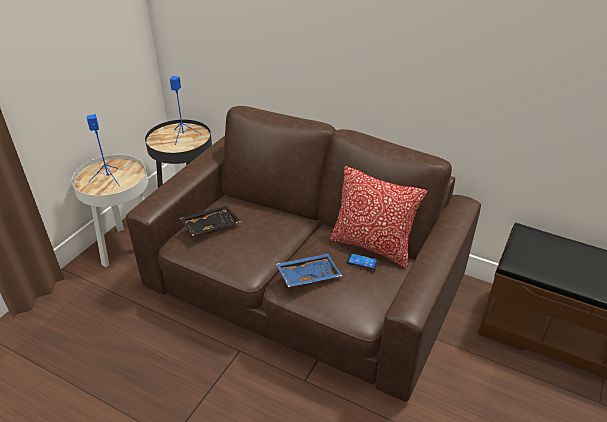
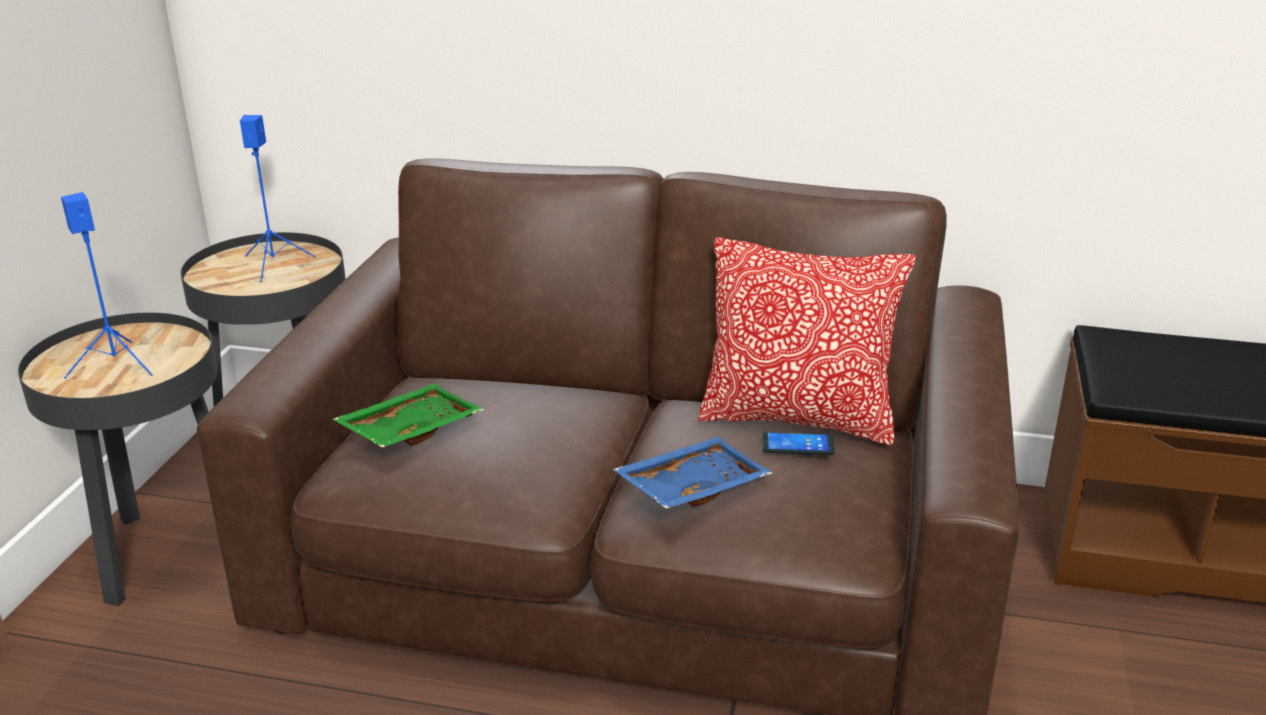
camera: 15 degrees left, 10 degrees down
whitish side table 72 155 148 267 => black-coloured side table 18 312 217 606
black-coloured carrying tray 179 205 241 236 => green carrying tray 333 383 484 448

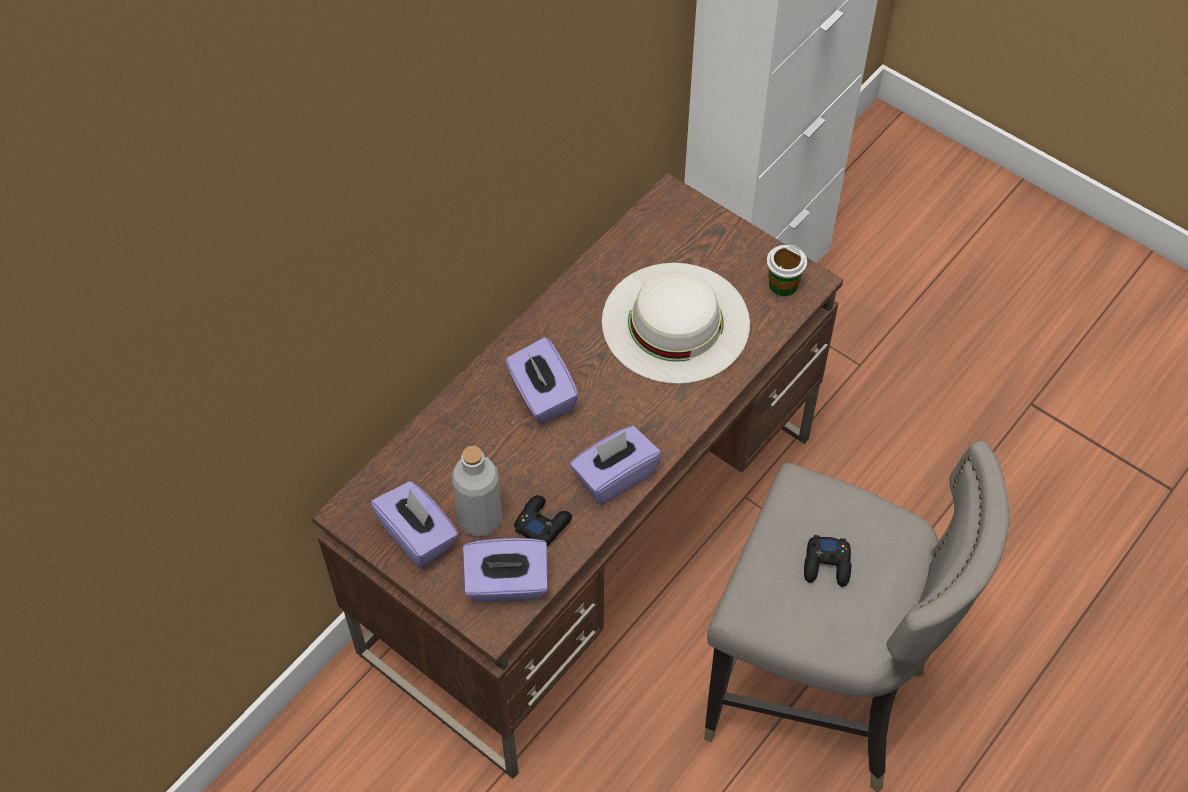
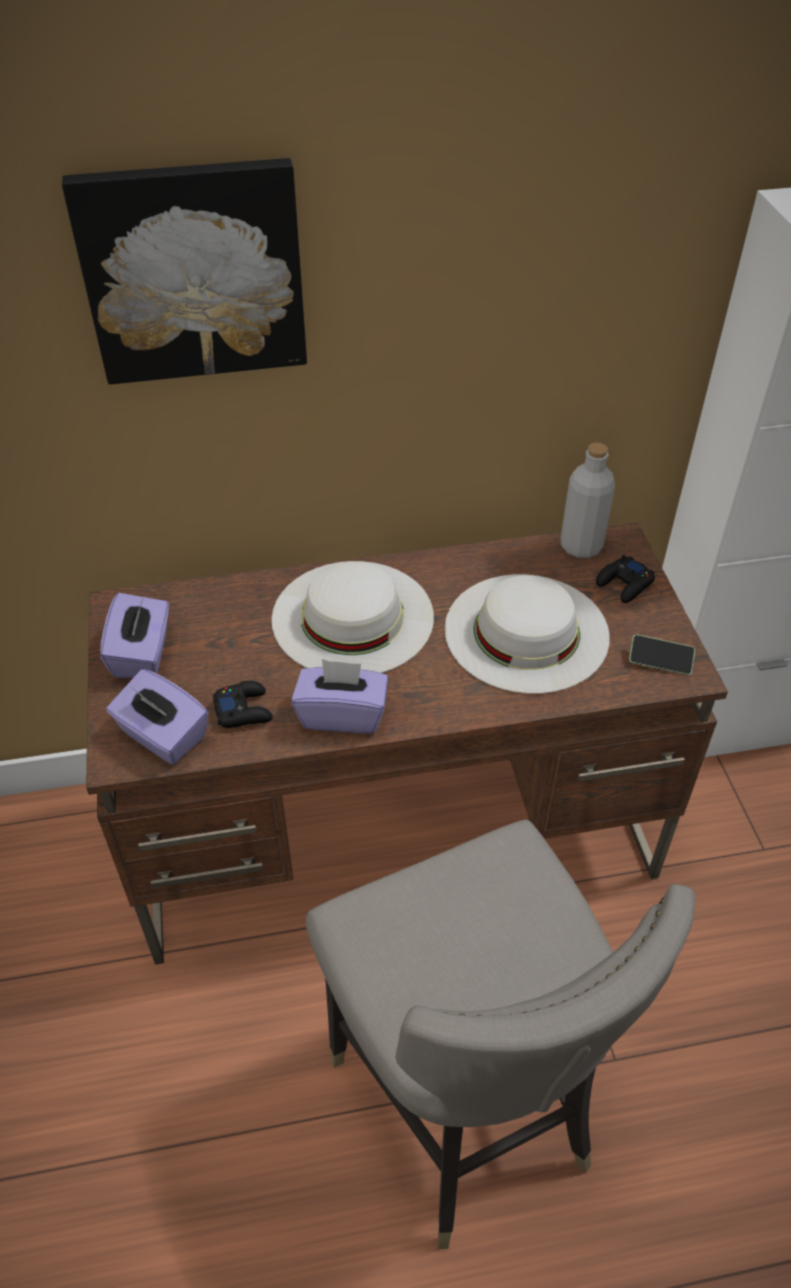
camera: 40 degrees right, 10 degrees down
drinking cup 767 245 807 296 => handset 629 634 695 675
purple tissue box 506 337 579 424 => whitish clothing hat 272 561 434 673
greyish beverage bottle 452 446 503 537 => greyish beverage bottle 561 443 615 558, move
black-coloured joypad 804 535 851 587 => black-coloured joypad 596 555 655 603, move
nothing => wall art 62 158 307 385

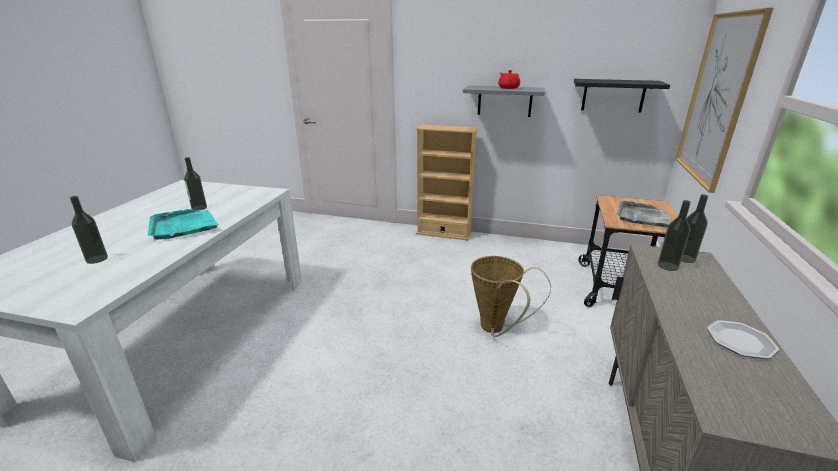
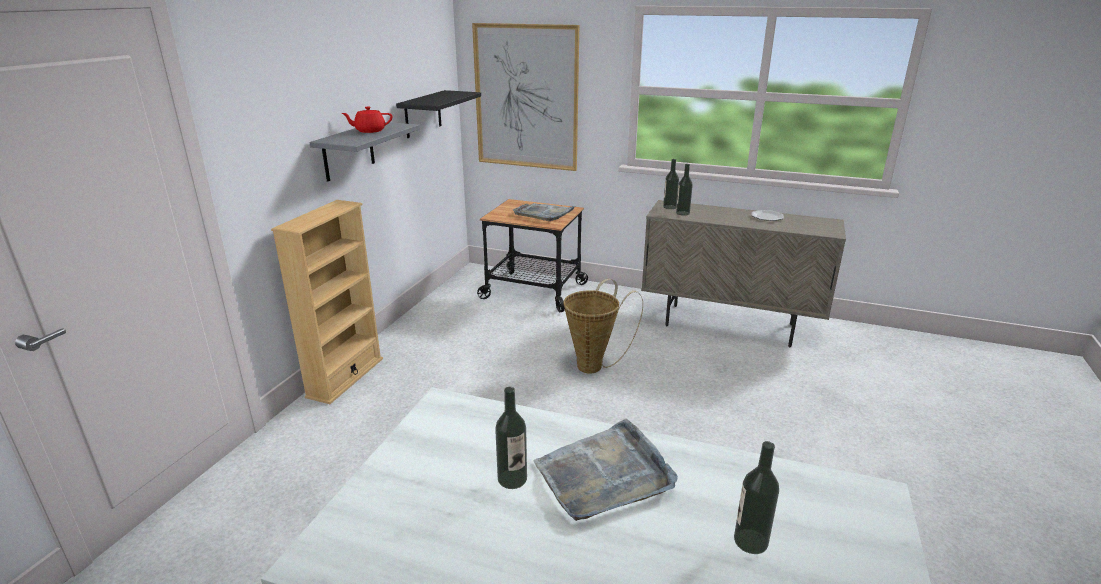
camera: 85 degrees left, 0 degrees up
blue-green carrying tray 148 209 219 240 => greyish carrying tray 533 419 678 521

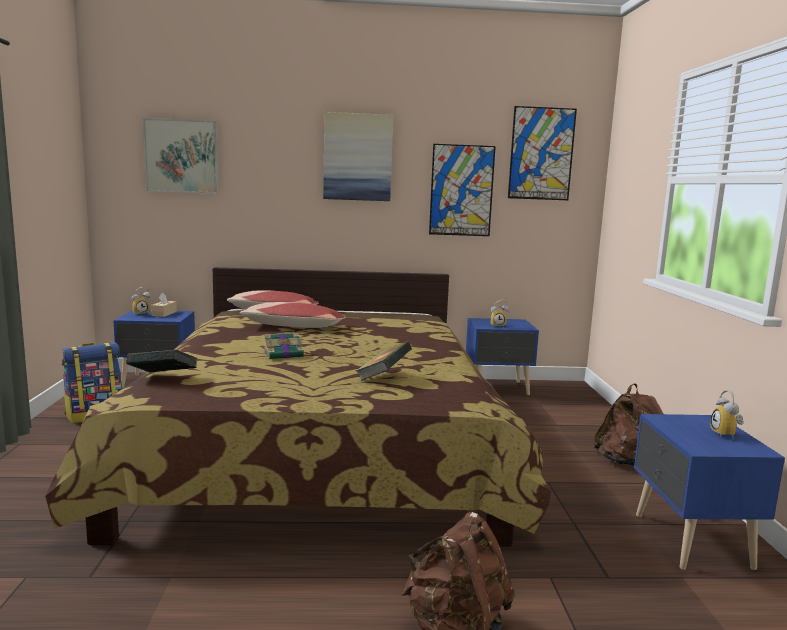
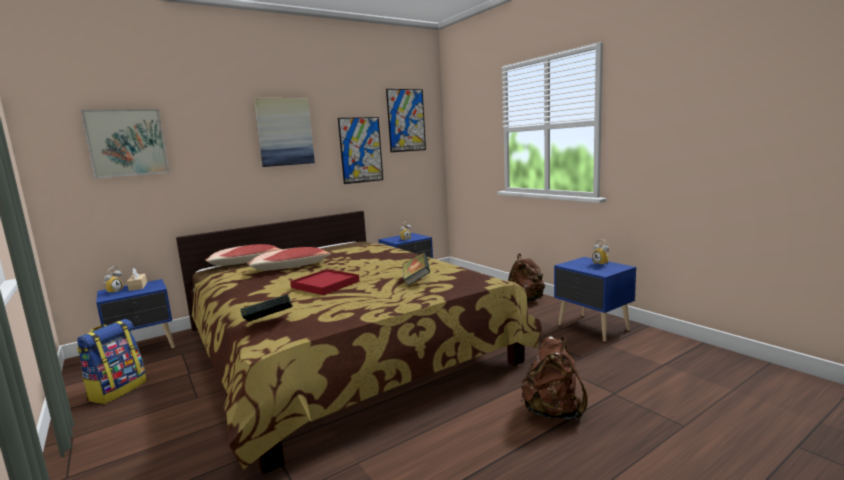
camera: 30 degrees left, 0 degrees up
book 264 333 309 359 => red-coloured carrying tray 290 269 359 295

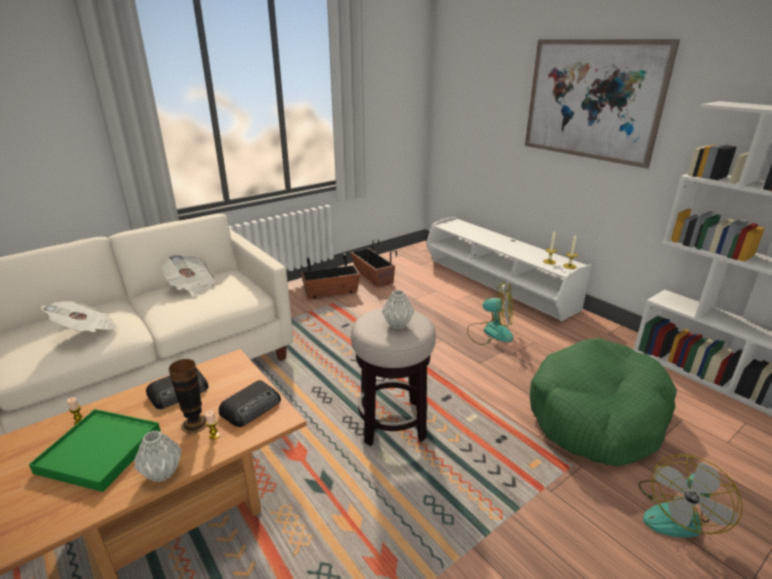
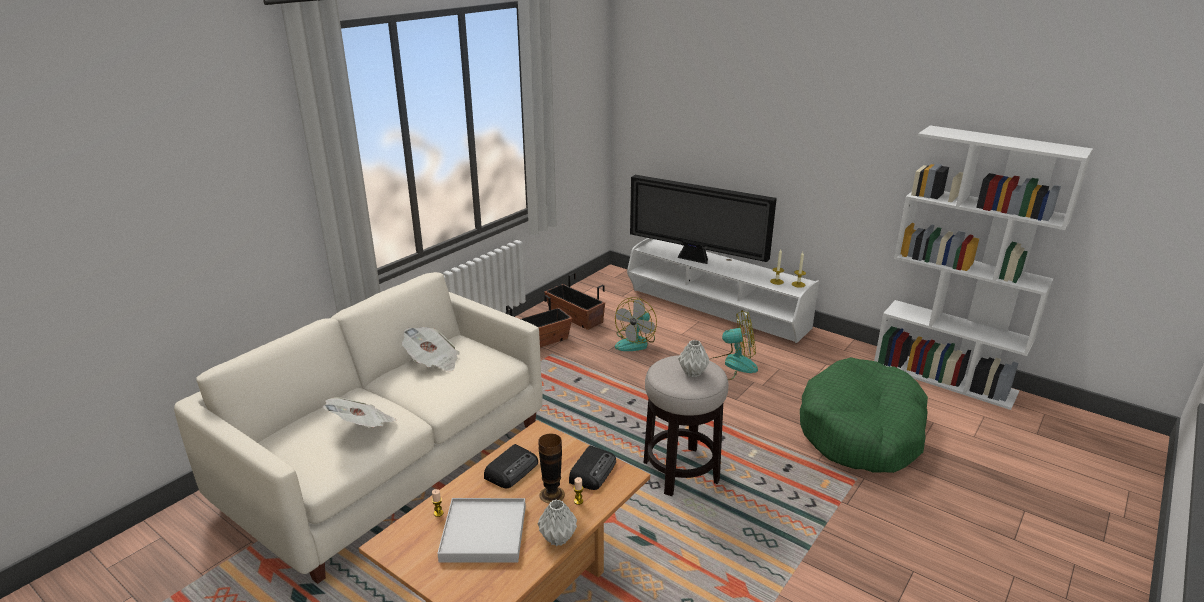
camera: 15 degrees left, 0 degrees up
wall art 525 39 680 169 => nothing
green carrying tray 29 409 161 492 => whitish carrying tray 437 498 526 563
electric fan 639 454 743 538 => electric fan 615 297 657 351, move
nothing => television 630 175 777 264

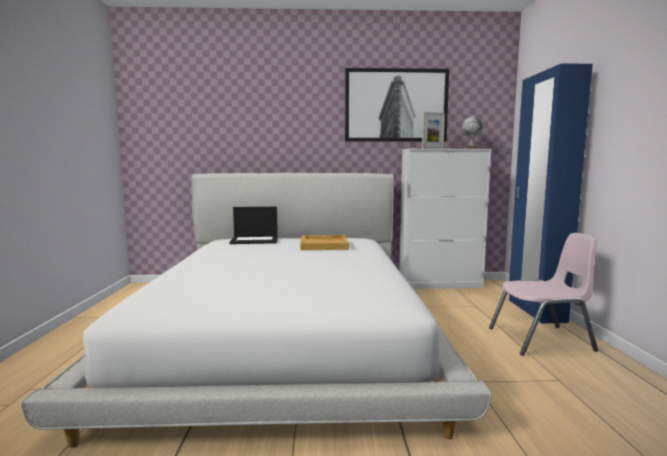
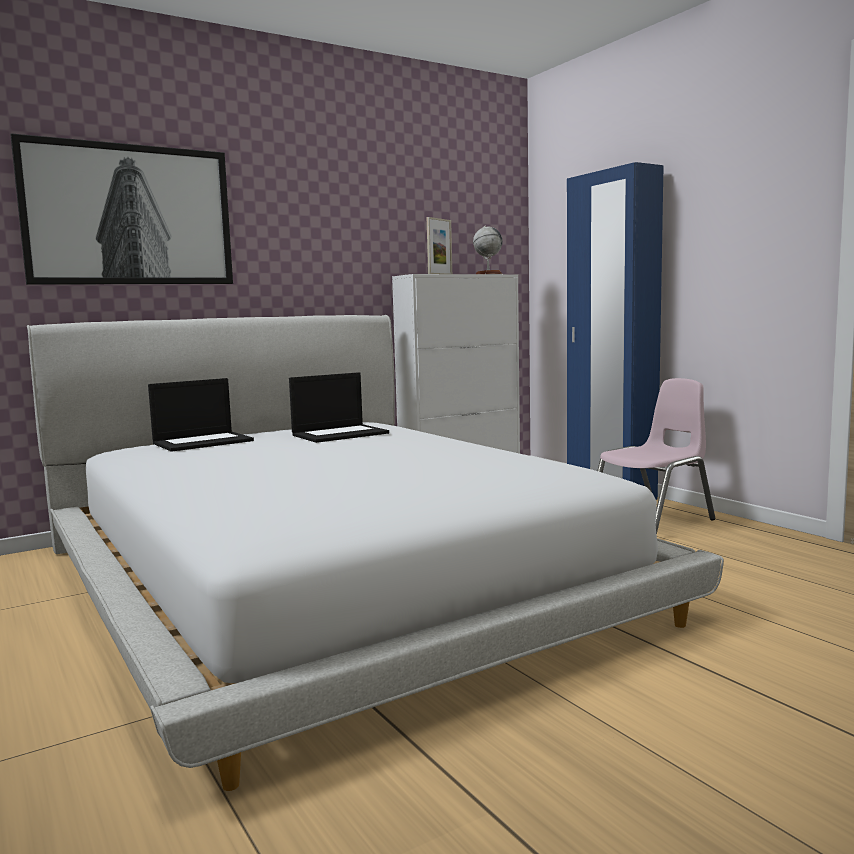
camera: 30 degrees left, 0 degrees up
wall art 345 68 449 142 => wall art 10 133 233 285, move
beige-coloured carrying tray 300 235 349 250 => notebook computer 289 372 389 443

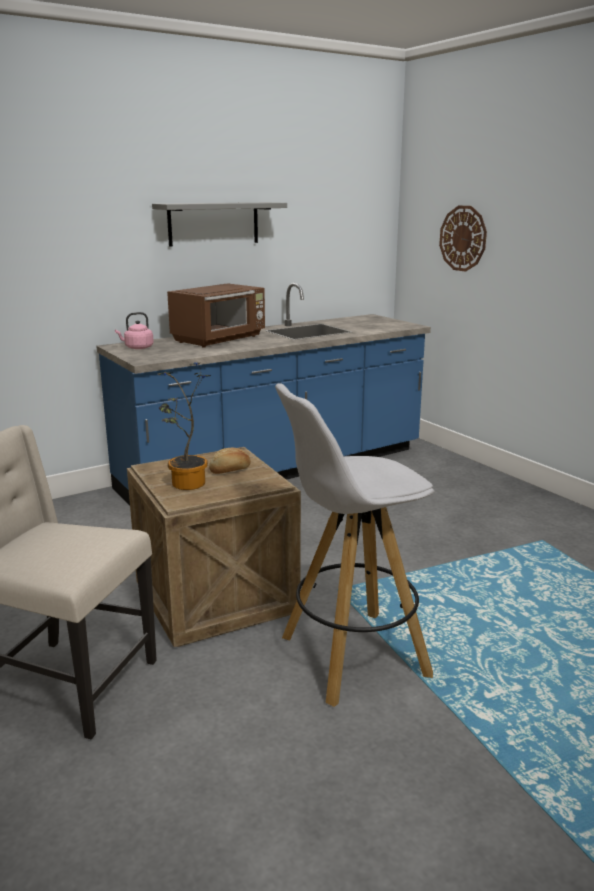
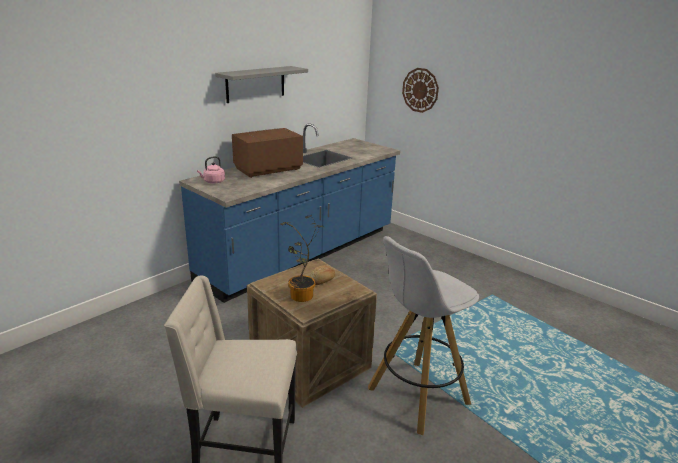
camera: 15 degrees left, 5 degrees up
brown kitchen microwave 167 283 265 348 => brown kitchen microwave 232 128 303 178, 150 degrees counterclockwise

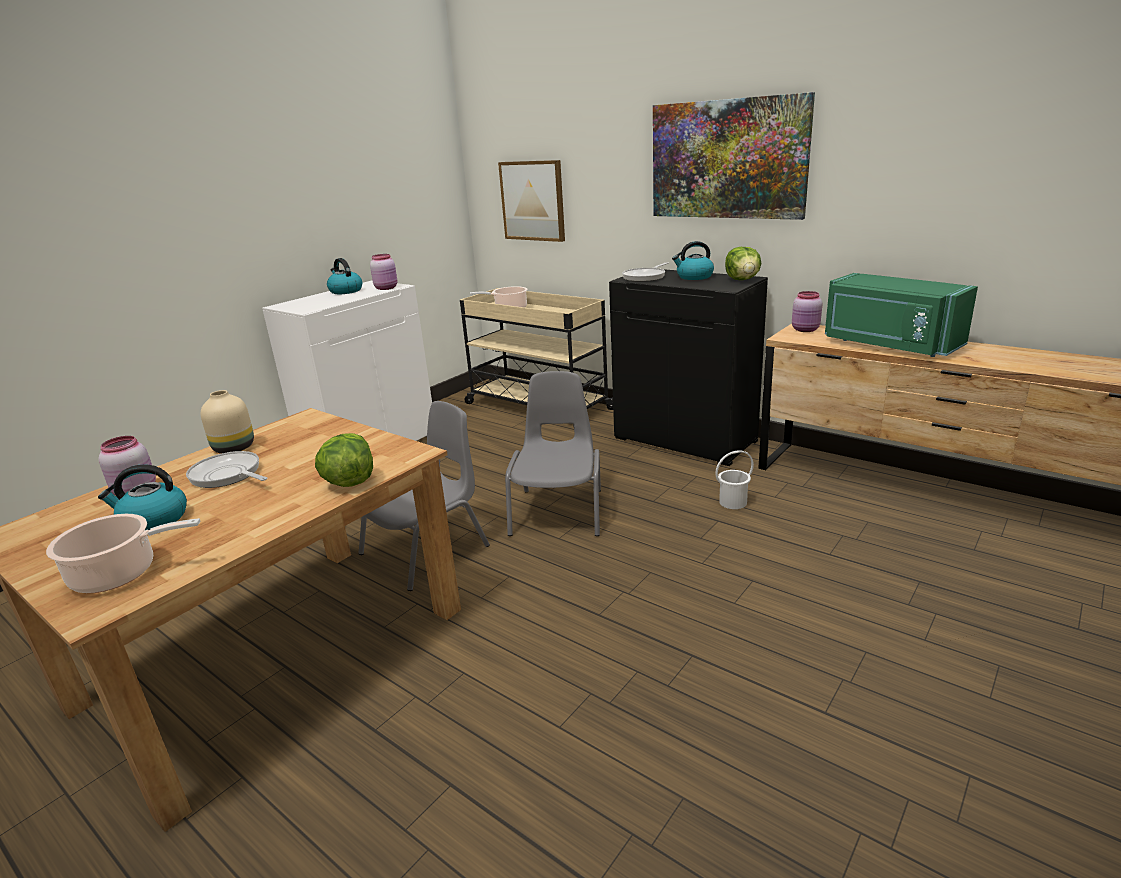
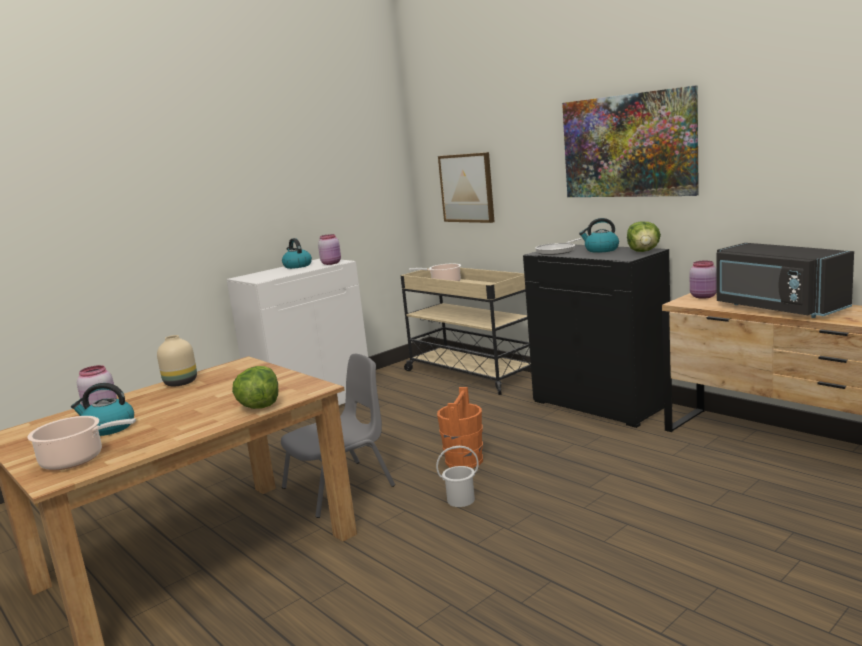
camera: 10 degrees right, 10 degrees down
green kitchen microwave 825 273 978 357 => black-coloured kitchen microwave 716 243 854 318
greyish chair 505 371 601 536 => orange-coloured pail 437 387 483 468
whitish pail 715 450 754 509 => whitish pail 436 446 479 507, move
frying pan 186 451 267 488 => nothing

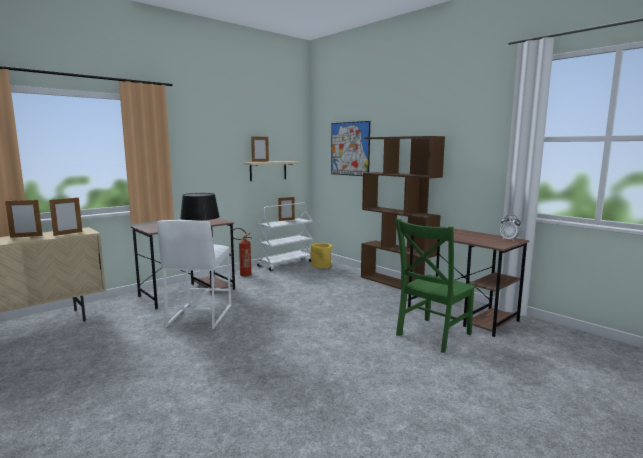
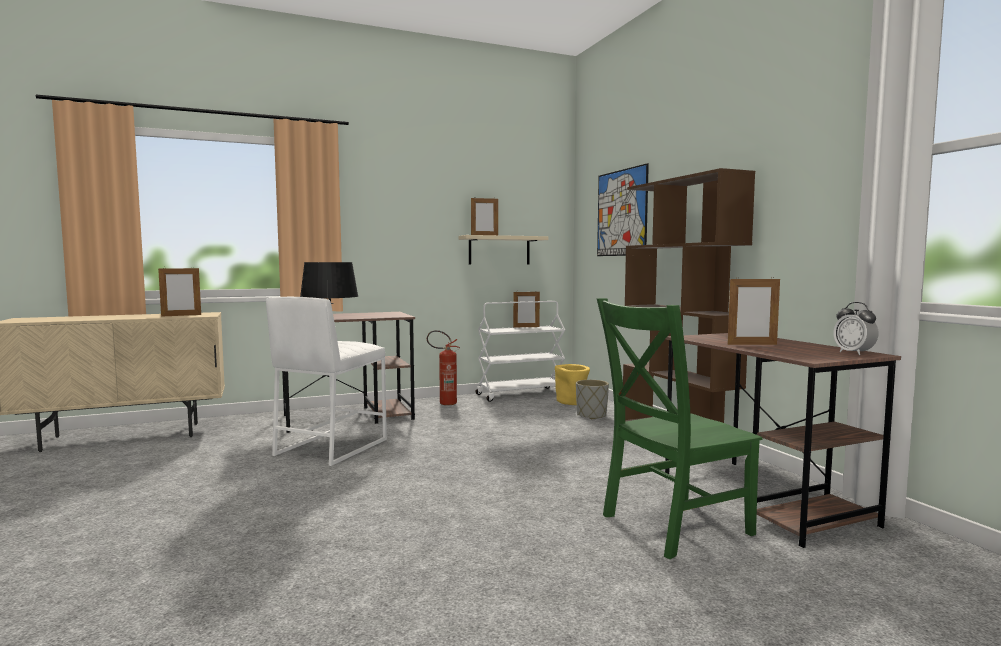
camera: 20 degrees right, 5 degrees down
standing frame 5 200 43 238 => standing frame 728 277 780 345, move
nothing => greyish plant pot 576 380 609 419

